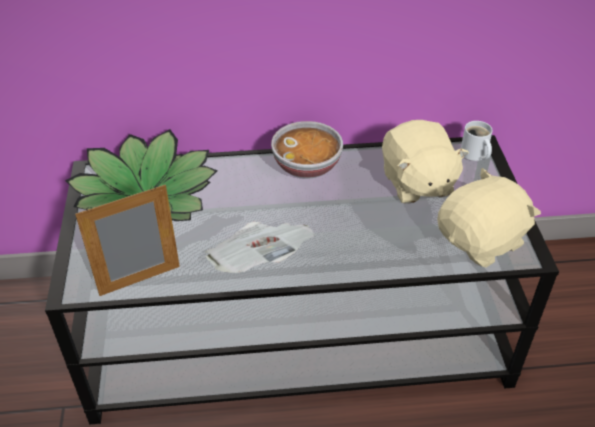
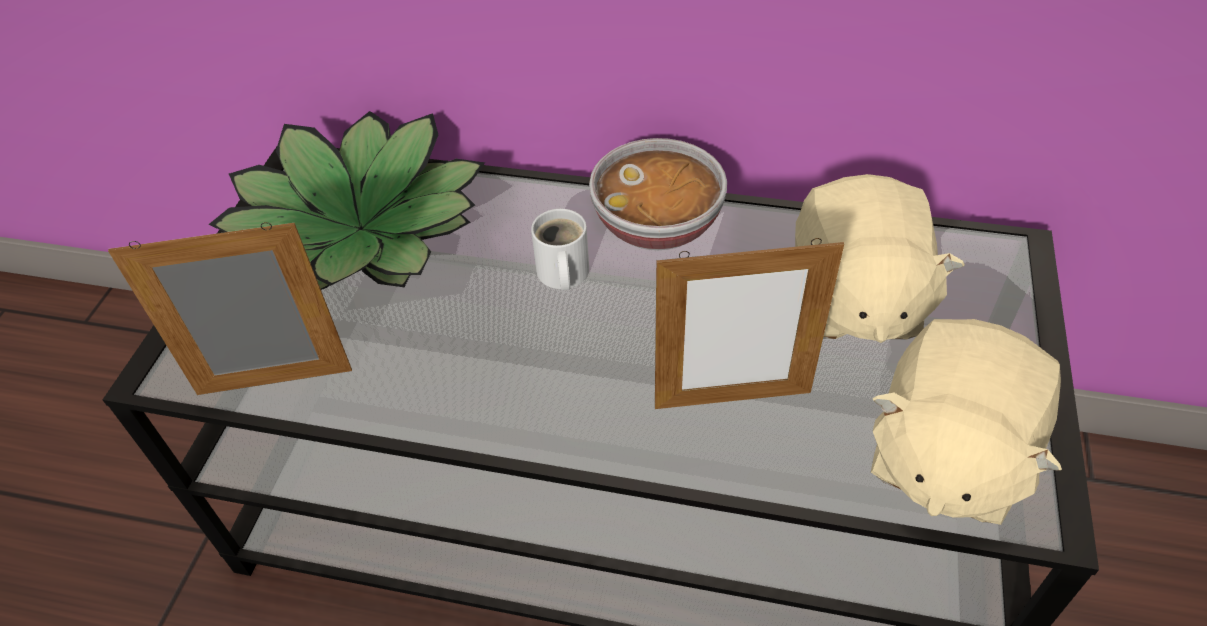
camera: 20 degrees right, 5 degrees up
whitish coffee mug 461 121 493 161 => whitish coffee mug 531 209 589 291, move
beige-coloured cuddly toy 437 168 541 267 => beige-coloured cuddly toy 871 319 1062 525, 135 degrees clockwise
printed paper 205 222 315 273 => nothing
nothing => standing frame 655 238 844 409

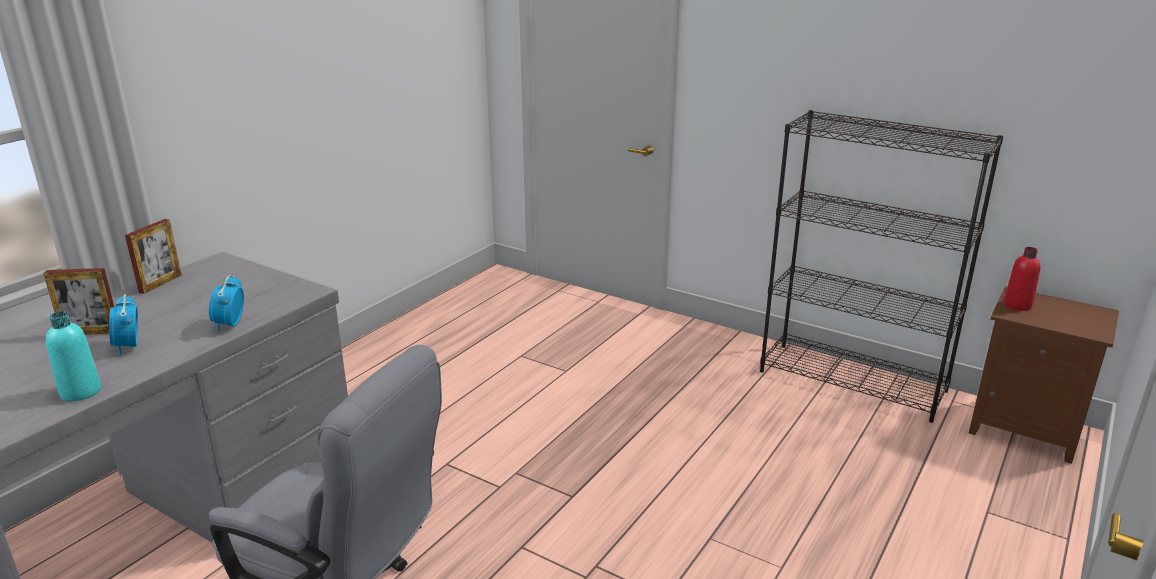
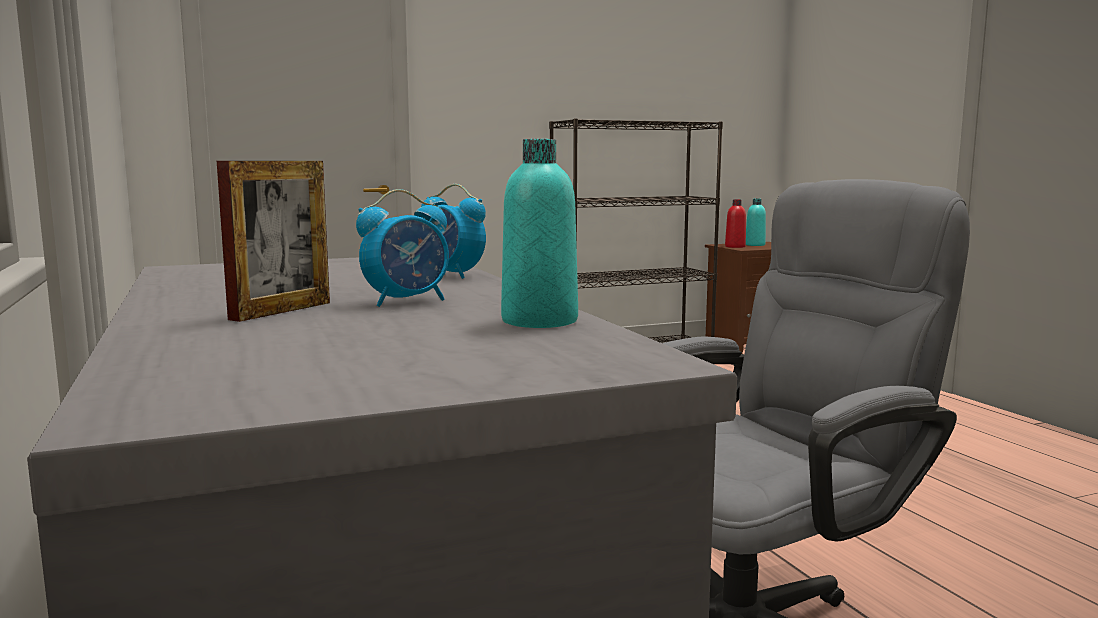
camera: 55 degrees left, 15 degrees down
standing frame 125 219 182 294 => nothing
bedside clock 109 294 138 355 => bedside clock 356 189 449 307, 45 degrees counterclockwise
nothing => blue-green beverage bottle 746 199 766 246

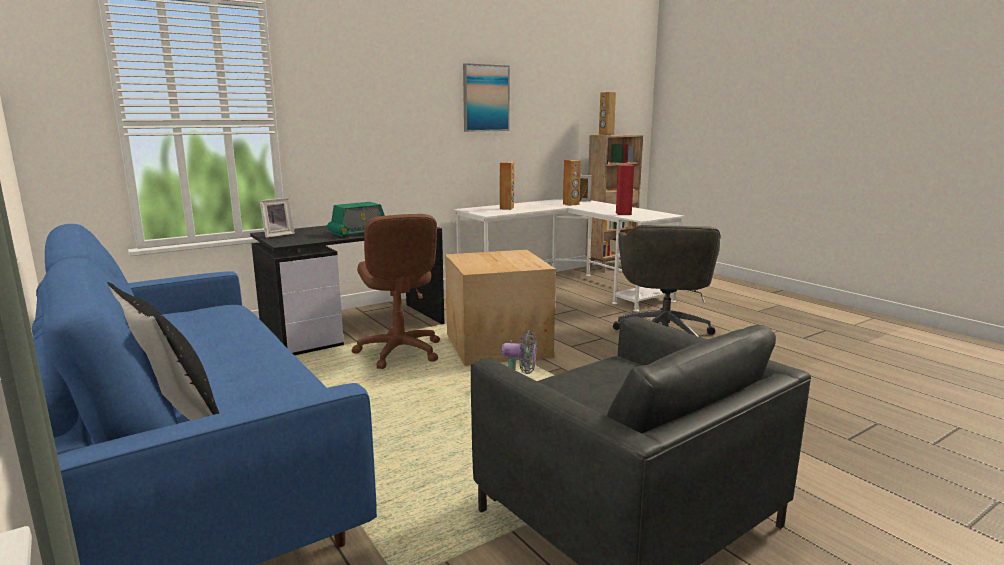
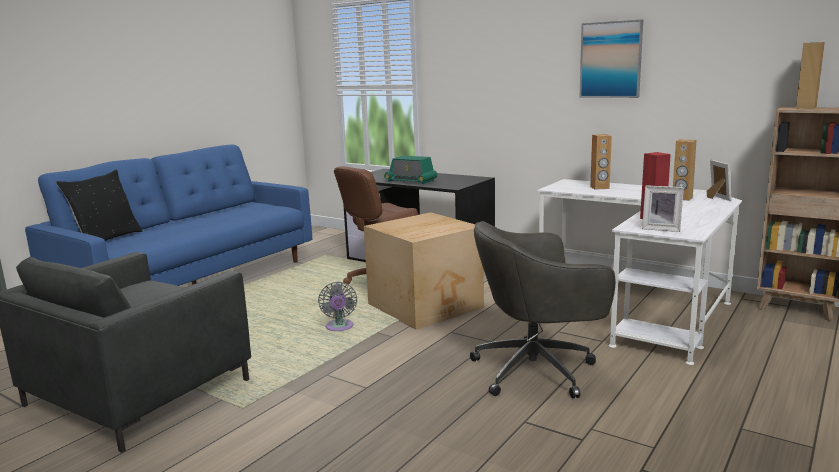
camera: 70 degrees right, 0 degrees up
standing frame 259 198 295 238 => standing frame 642 185 684 232, move

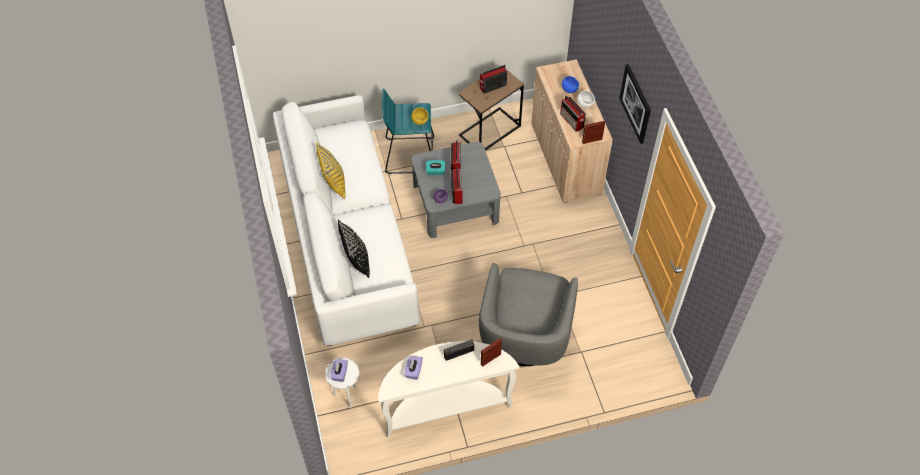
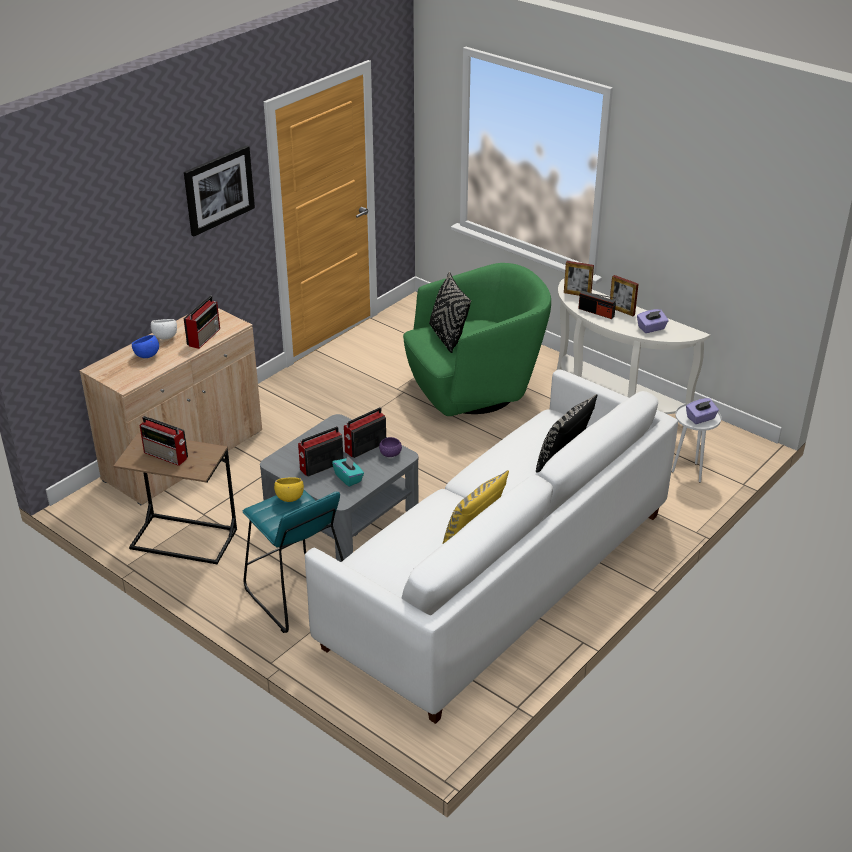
camera: 125 degrees left, 20 degrees down
standing frame 582 121 605 144 => standing frame 610 275 639 316, move
greyish easy chair 479 263 578 366 => green easy chair 403 263 551 416
nothing => black-coloured cushion 429 272 471 353

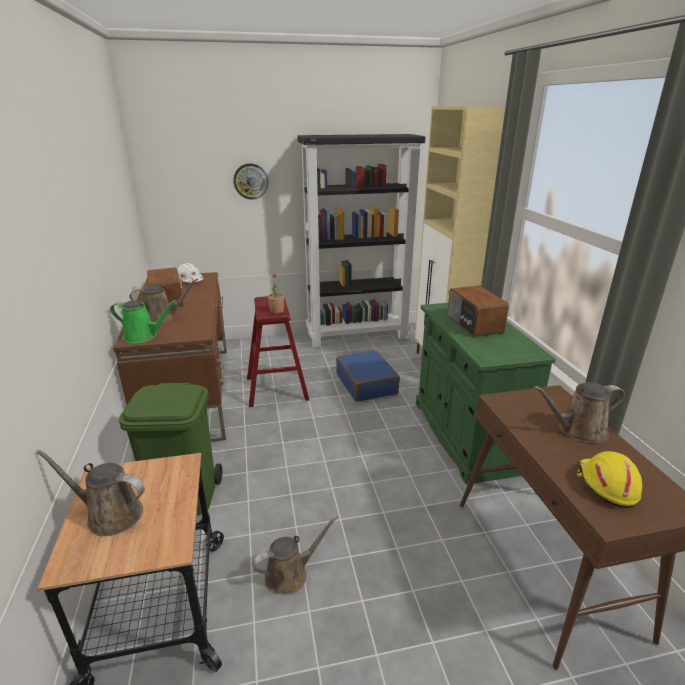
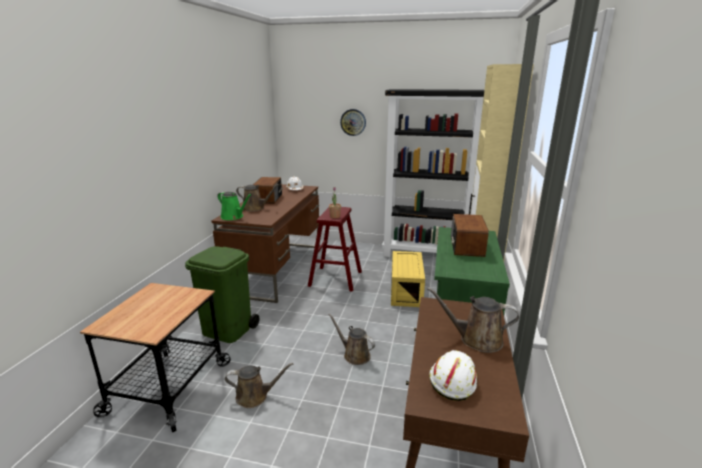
camera: 25 degrees right, 5 degrees down
blue suitcase 336 350 400 402 => yellow storage bin 391 251 425 307
brown sprinkling can 36 450 145 536 => brown sprinkling can 328 313 375 365, move
yellow hard hat 576 451 642 508 => whitish hard hat 429 350 477 401

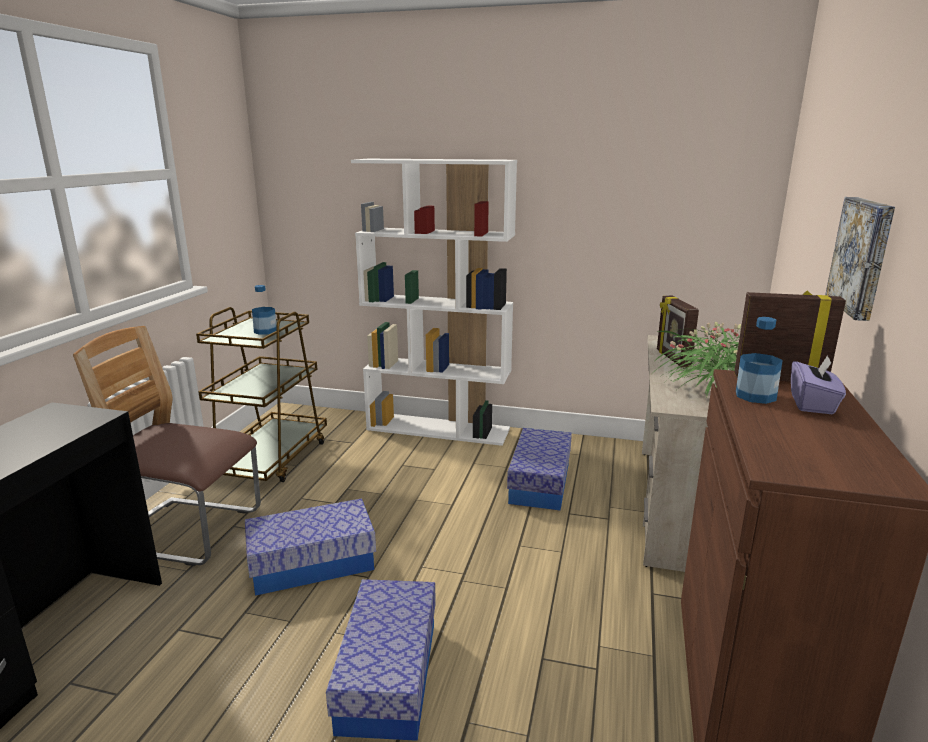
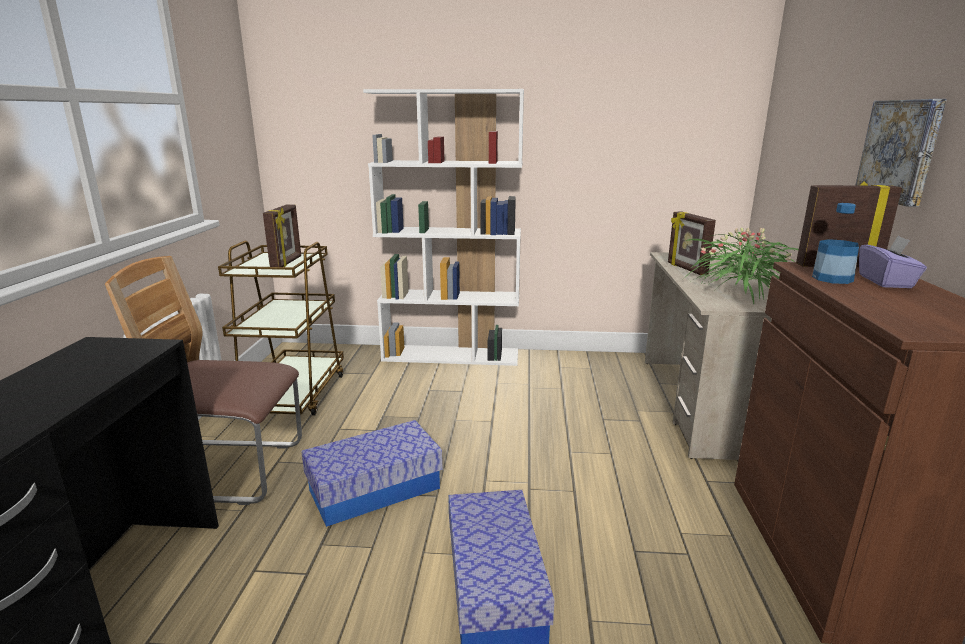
camera: 10 degrees left, 0 degrees up
beverage bottle 252 285 276 335 => standing frame 263 204 301 267
storage bin 507 428 572 510 => nothing

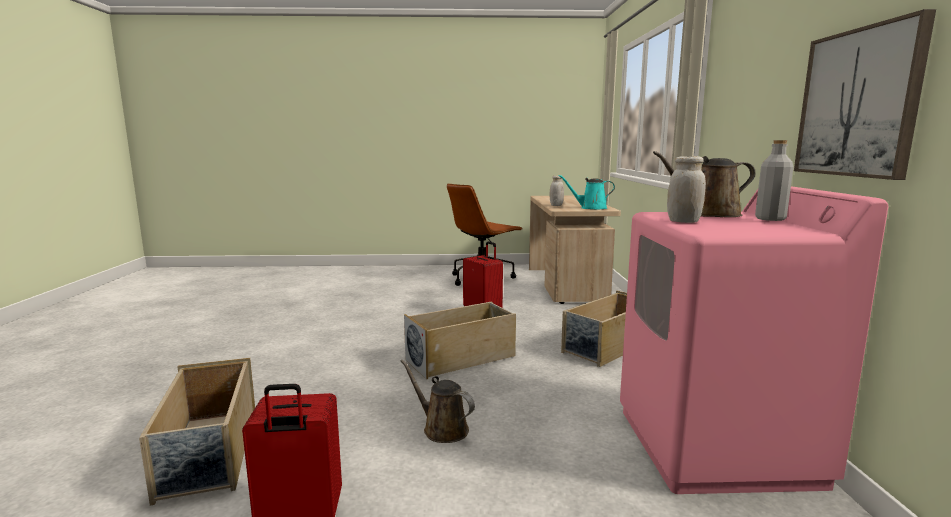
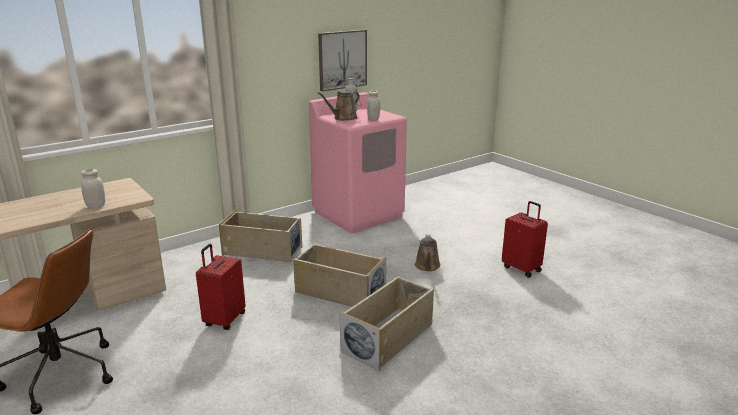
camera: 125 degrees left, 10 degrees up
brown sprinkling can 653 151 756 217 => brown sprinkling can 318 91 360 121, 90 degrees clockwise
blue-green sprinkling can 559 175 615 209 => nothing
beige-coloured storage bin 139 358 255 506 => beige-coloured storage bin 340 276 434 371, move

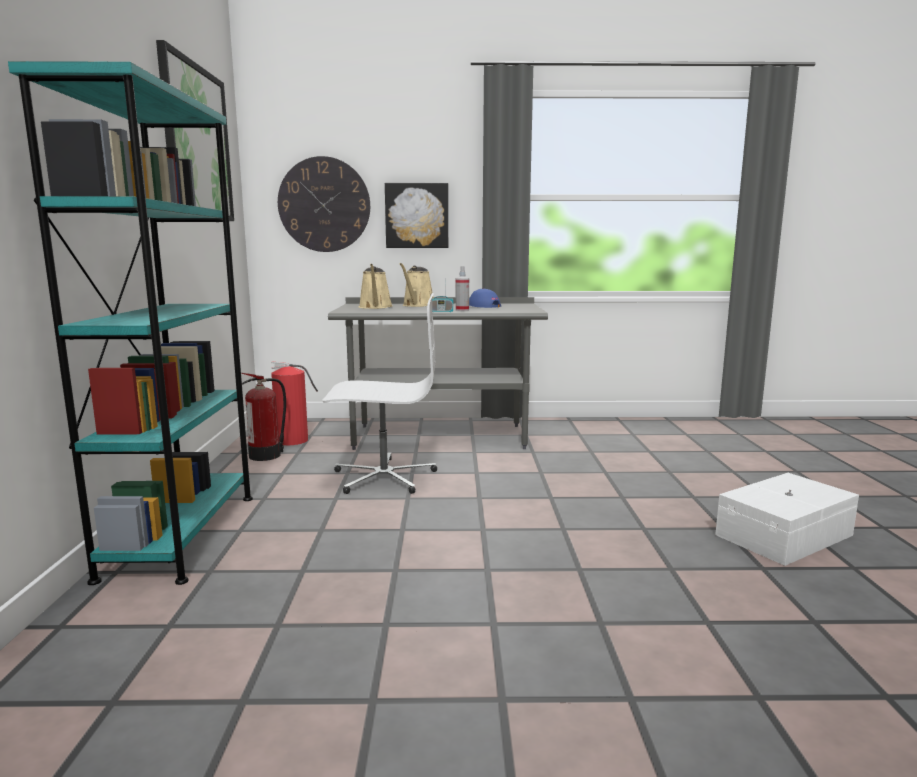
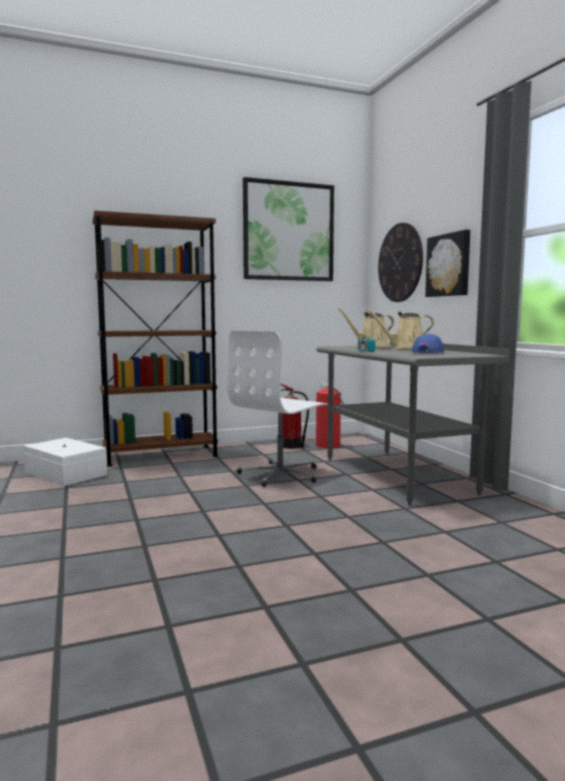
camera: 70 degrees right, 5 degrees down
blue-green bookcase 8 61 253 585 => brown bookcase 93 211 218 467
hand sprayer 456 266 469 311 => nothing
whitish office chair 323 293 437 494 => whitish office chair 227 331 328 487, 60 degrees clockwise
whitish storage bin 715 473 859 566 => whitish storage bin 24 438 107 486, move

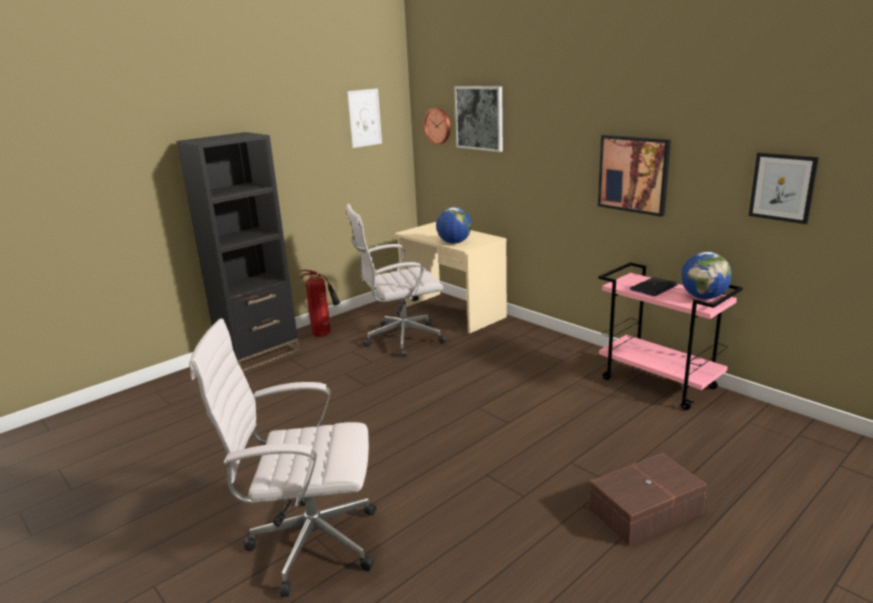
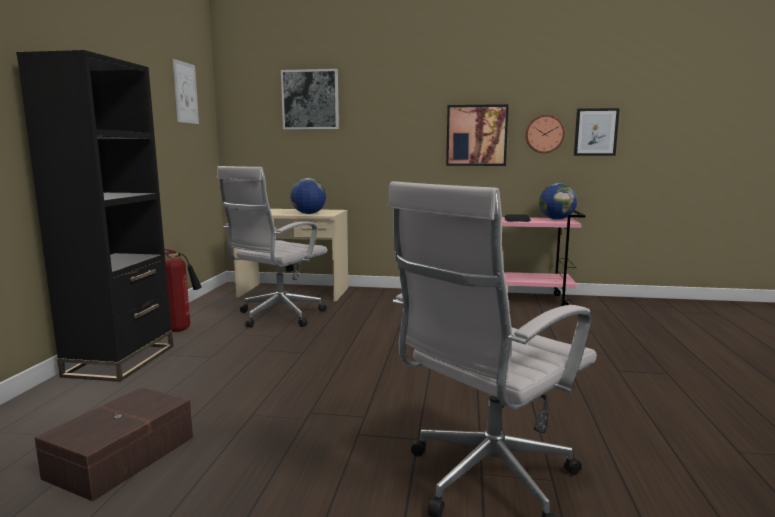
camera: 40 degrees left, 10 degrees down
wall clock 424 108 451 144 => wall clock 525 115 565 153, move
brown storage bin 589 453 707 546 => brown storage bin 34 387 193 502, move

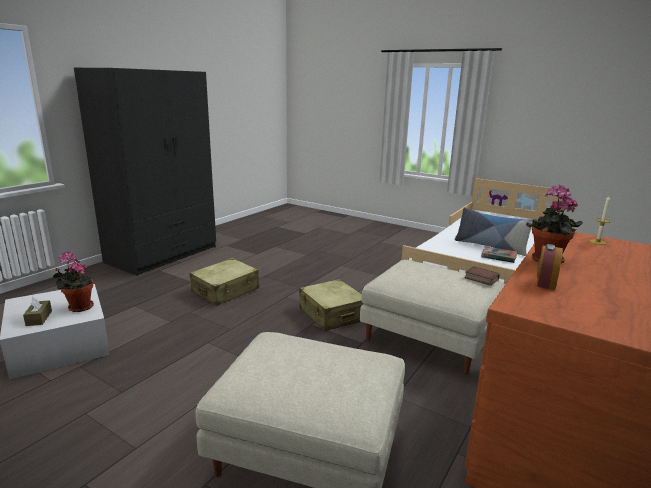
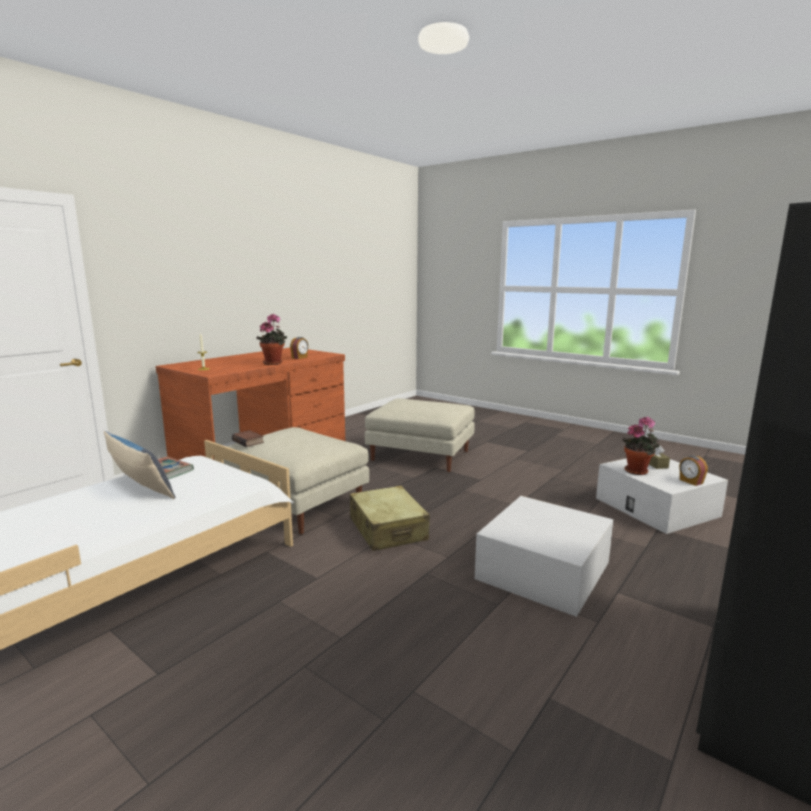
camera: 175 degrees left, 5 degrees down
beige-coloured suitcase 190 258 259 306 => whitish storage bin 475 496 614 617
nothing => bedside clock 679 455 708 486

